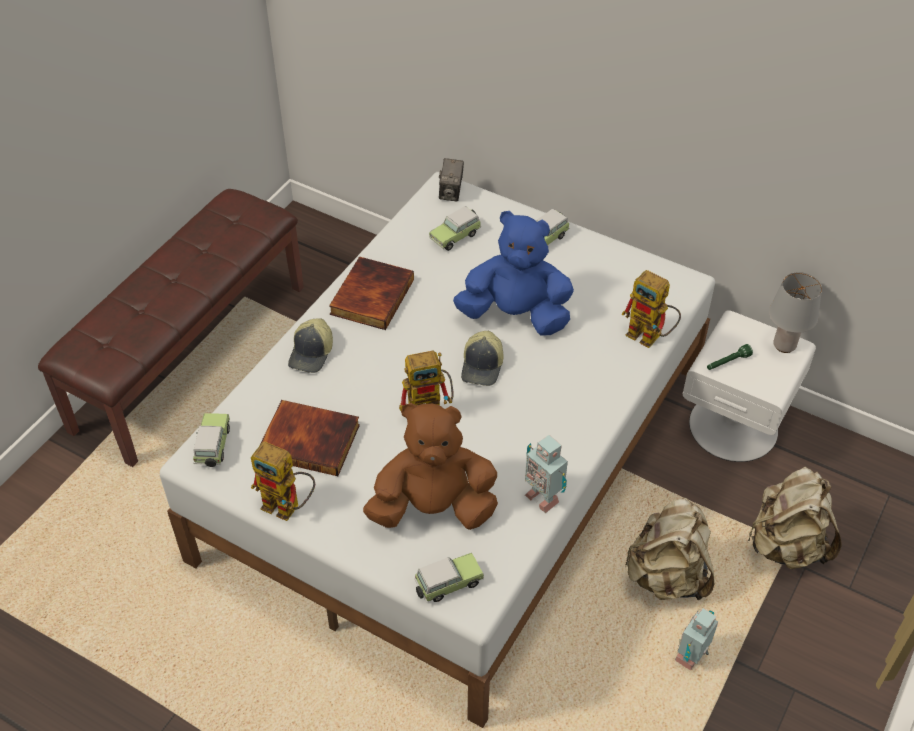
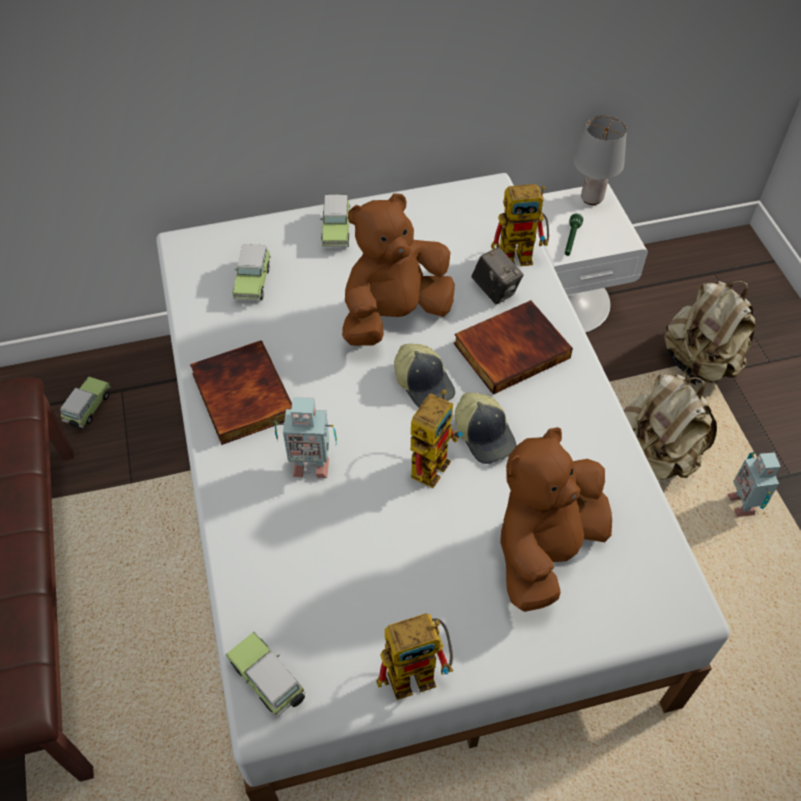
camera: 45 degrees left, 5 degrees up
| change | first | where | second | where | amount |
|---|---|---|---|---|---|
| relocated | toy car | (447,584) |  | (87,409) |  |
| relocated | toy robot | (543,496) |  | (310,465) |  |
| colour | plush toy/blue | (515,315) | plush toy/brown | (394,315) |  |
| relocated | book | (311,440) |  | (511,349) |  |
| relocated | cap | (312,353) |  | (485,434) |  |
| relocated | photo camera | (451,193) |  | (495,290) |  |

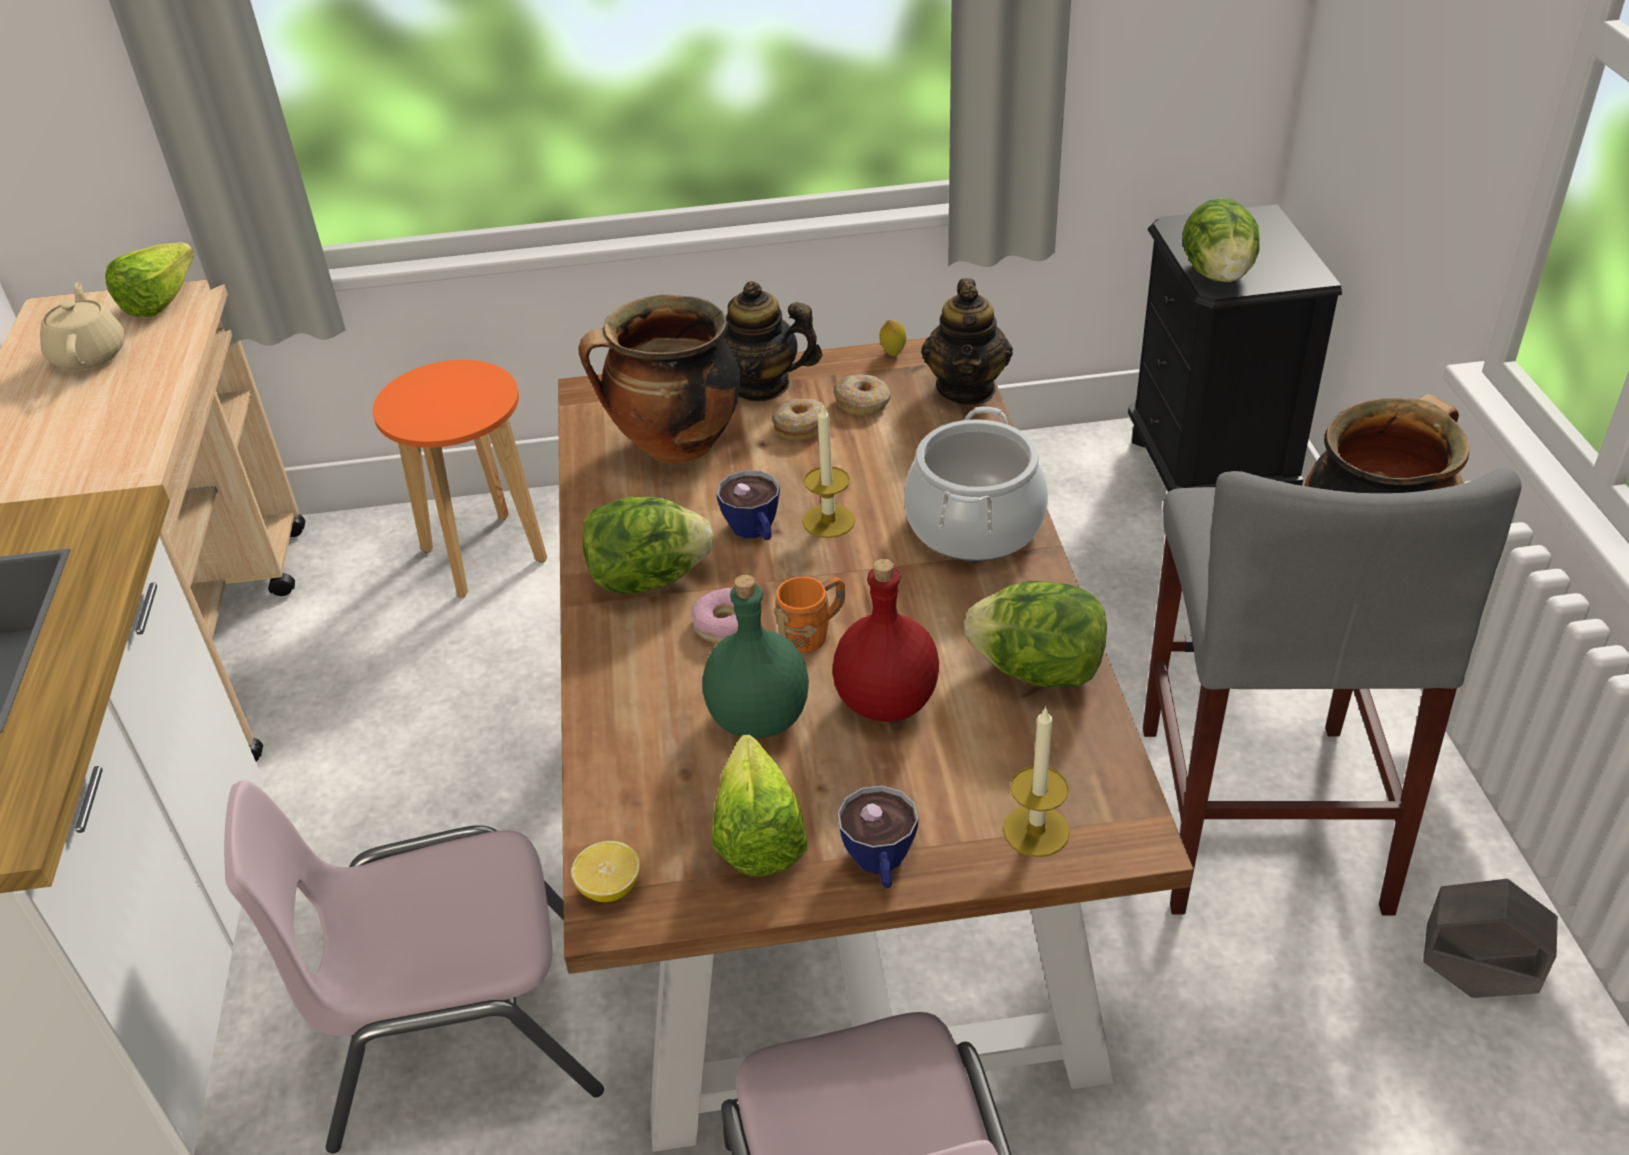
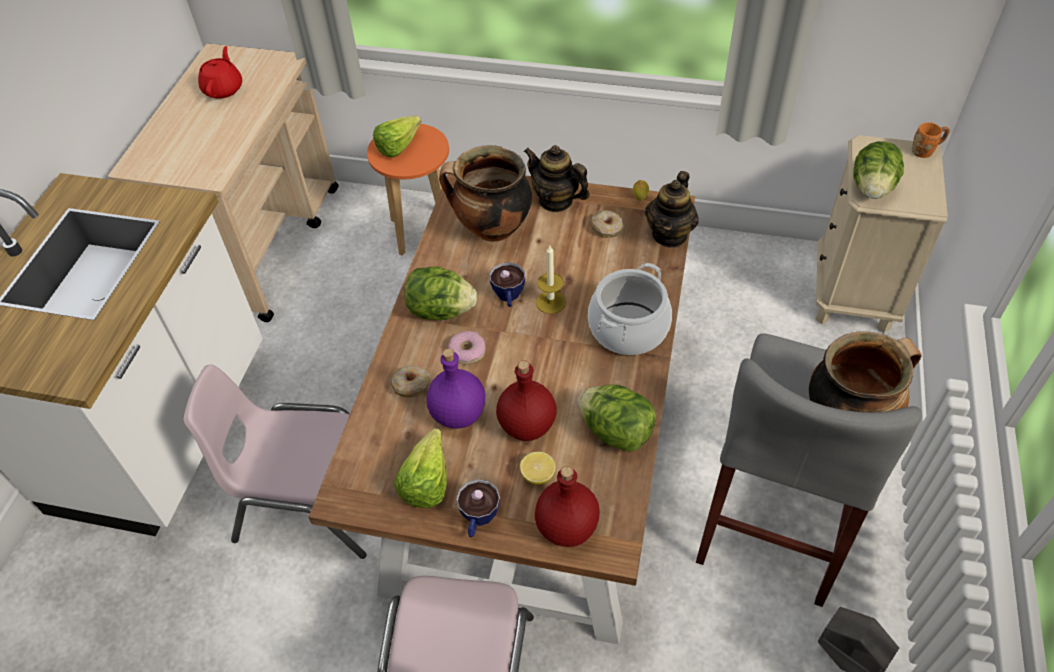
camera: 20 degrees right, 10 degrees up
| change | first | where | second | where | amount |
|---|---|---|---|---|---|
| colour | teapot/beige | (90,355) | teapot/red | (224,89) |  |
| relocated | lettuce | (167,298) |  | (402,145) |  |
| relocated | donut | (800,426) |  | (411,385) |  |
| colour | bottle/green | (757,718) | bottle/purple | (457,413) |  |
| relocated | lemon | (610,888) |  | (538,475) |  |
| exchanged | candle | (1036,830) | bottle/red | (566,528) |  |
| colour | nightstand/black | (1206,474) | nightstand/beige | (853,294) |  |
| relocated | mug/orange | (813,633) |  | (926,150) |  |

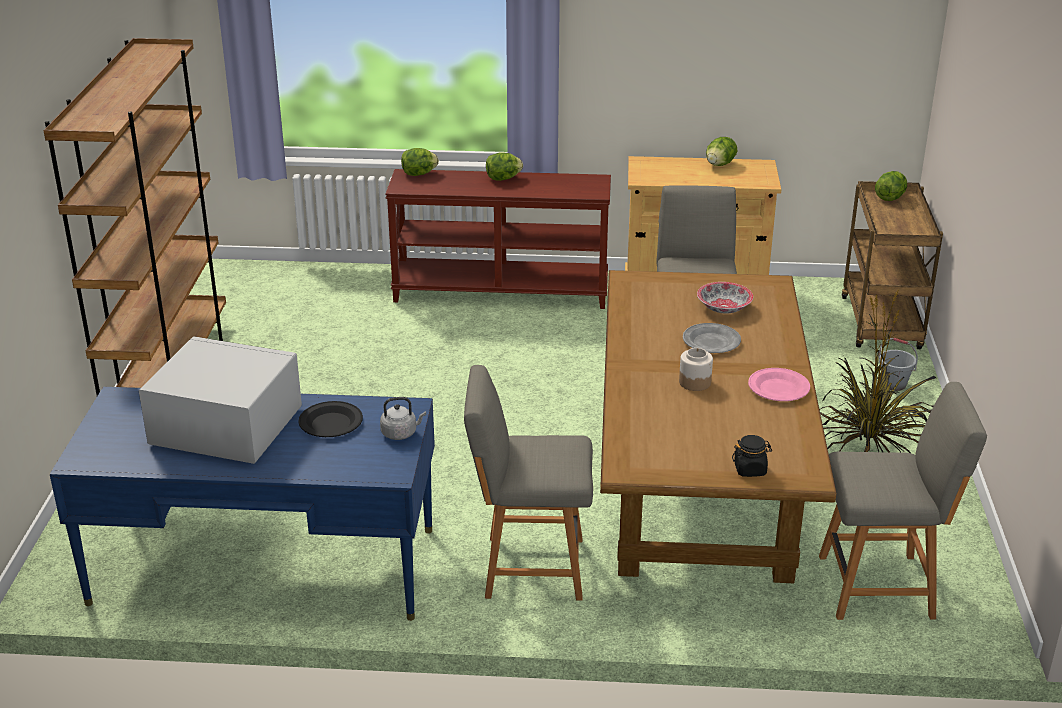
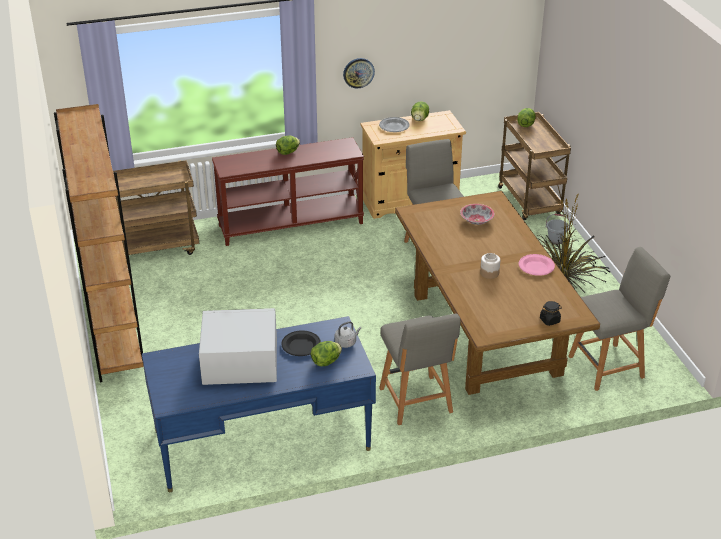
camera: 20 degrees left, 5 degrees up
| change | first | where | second | where | amount |
|---|---|---|---|---|---|
| appeared |  |  | cart/brown | (158,248) |  |
| relocated | lettuce | (419,174) |  | (326,362) |  |
| appeared |  |  | wall clock | (358,72) |  |
| relocated | plate/grey | (711,341) |  | (394,126) |  |
| spun | chair/grey | (529,567) |  | (416,402) | 90 degrees counterclockwise |

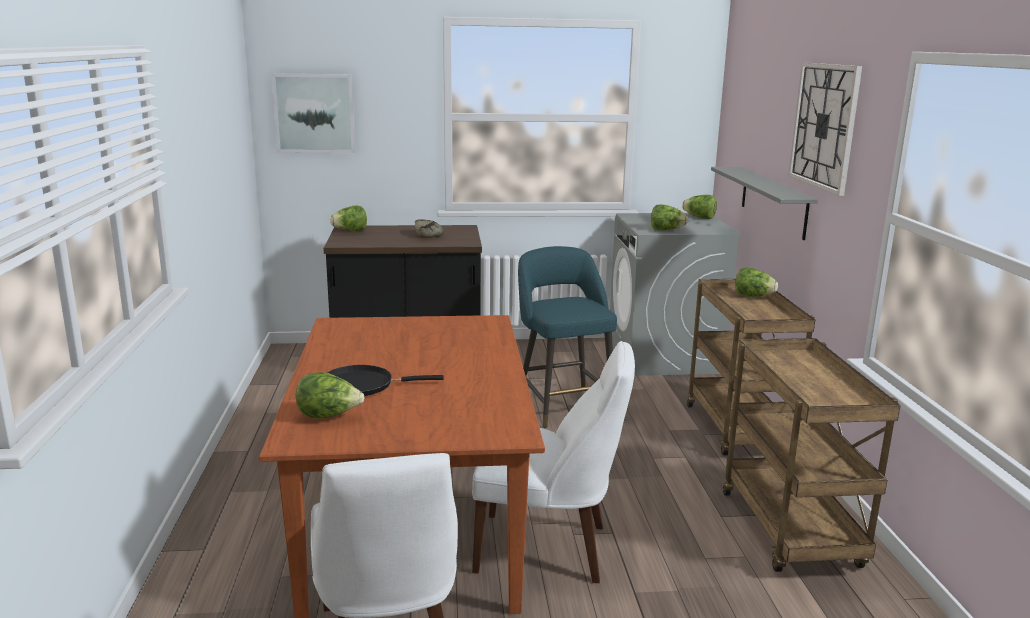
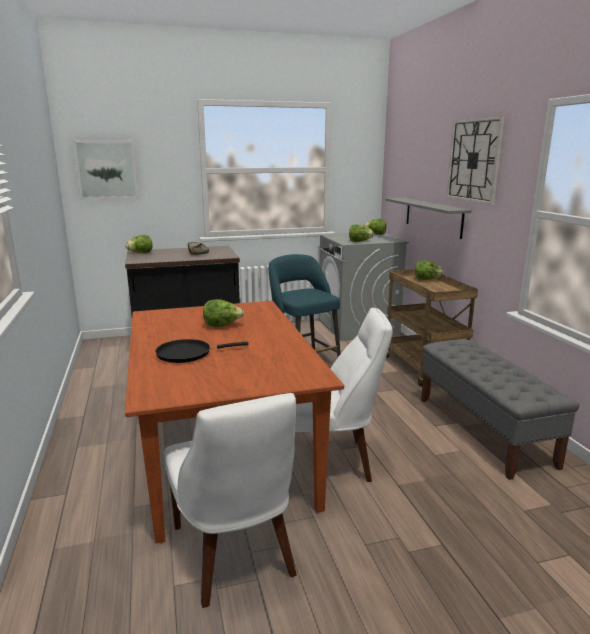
camera: 10 degrees left, 0 degrees up
| change | first | where | second | where | amount |
|---|---|---|---|---|---|
| relocated | lettuce | (329,416) |  | (222,326) |  |
| exchanged | cart/brown | (792,531) | bench/grey | (483,431) |  |

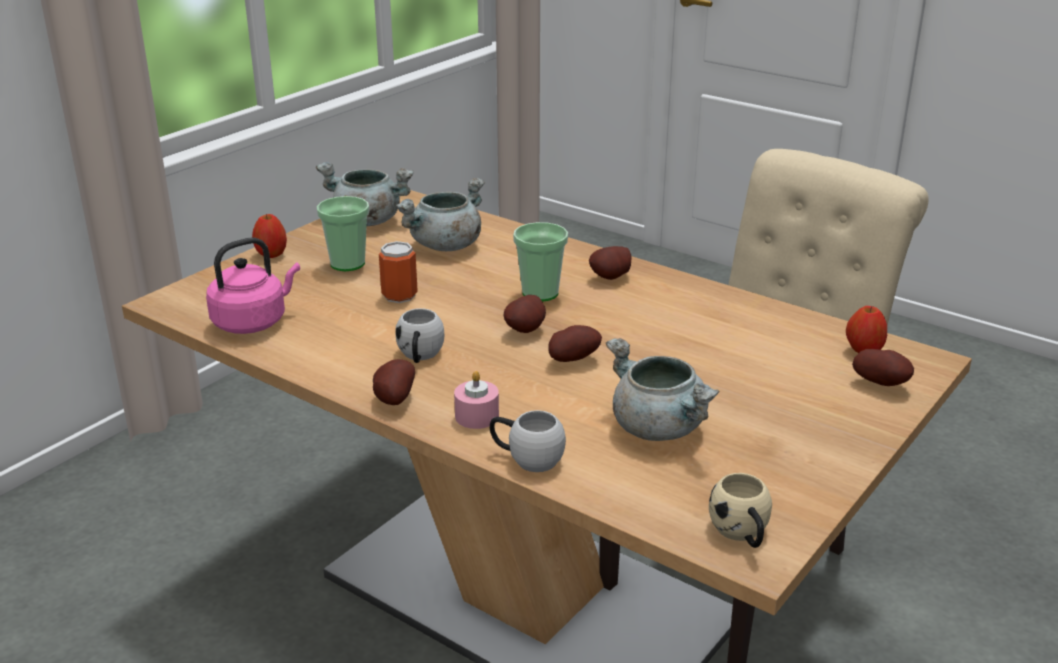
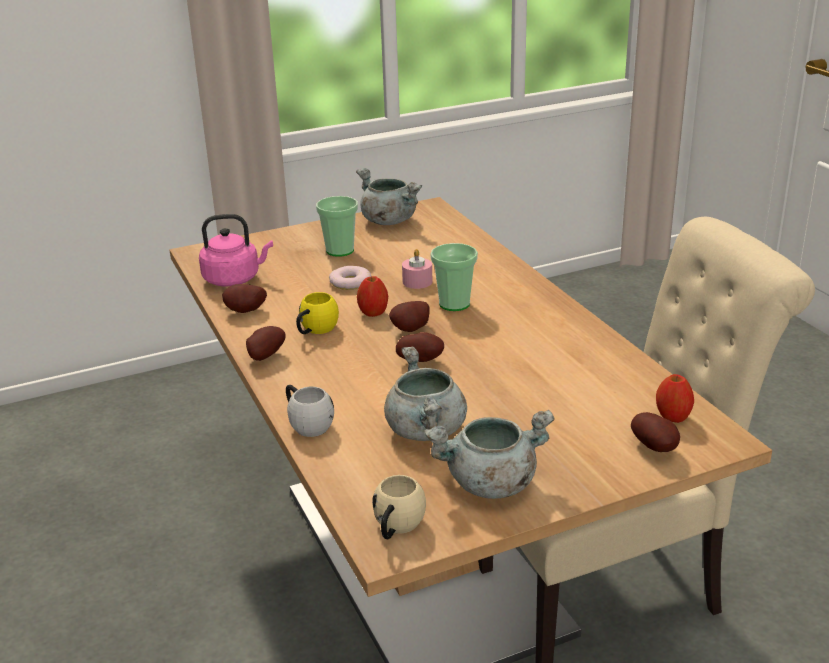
camera: 30 degrees right, 0 degrees up
| change | first | where | second | where | amount |
|---|---|---|---|---|---|
| relocated | potato | (612,278) |  | (245,312) |  |
| colour | mug/white | (419,356) | mug/yellow | (315,330) |  |
| exchanged | can | (399,295) | donut | (350,282) |  |
| relocated | apple | (271,254) |  | (373,312) |  |
| relocated | candle/pink | (477,416) |  | (417,282) |  |
| relocated | cooking pot/grey | (445,246) |  | (491,484) |  |

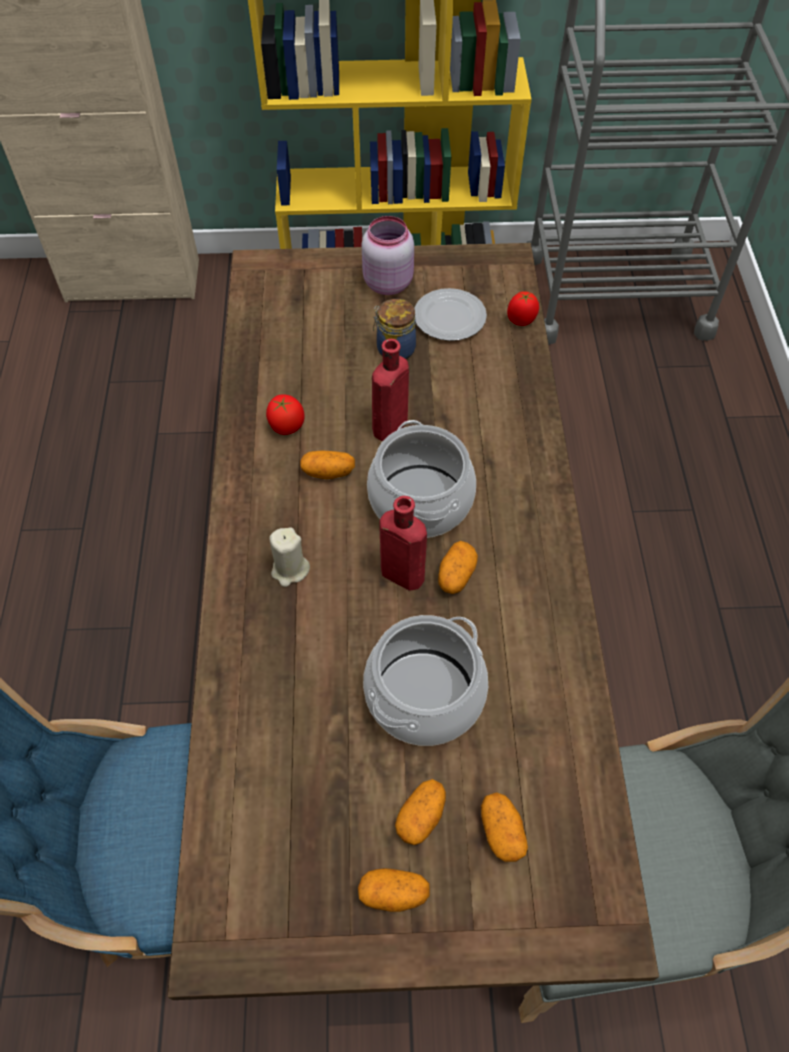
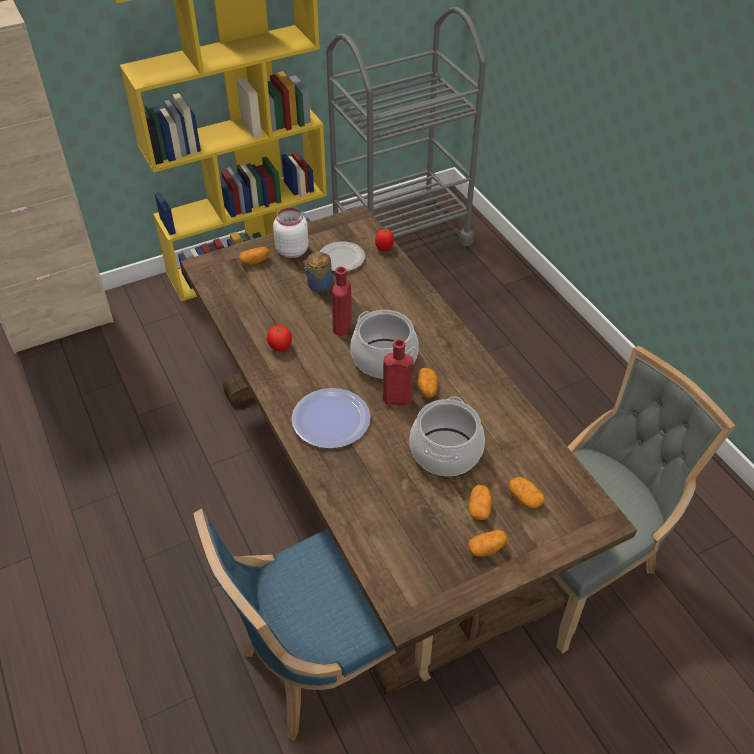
camera: 25 degrees left, 10 degrees down
| change | first | where | second | where | amount |
|---|---|---|---|---|---|
| relocated | potato | (328,472) |  | (255,261) |  |
| colour | jar/pink | (387,282) | jar/white | (291,250) |  |
| exchanged | candle/beige | (290,570) | plate | (331,419) |  |

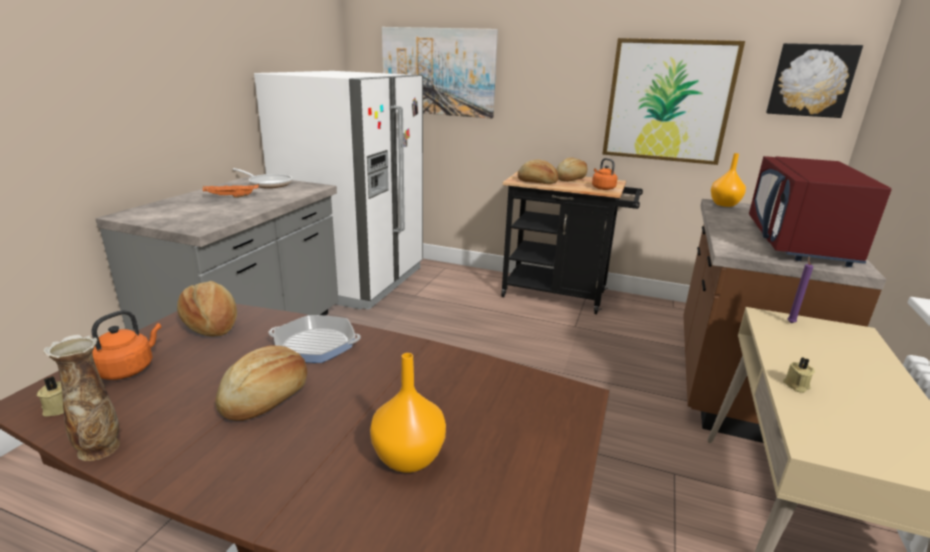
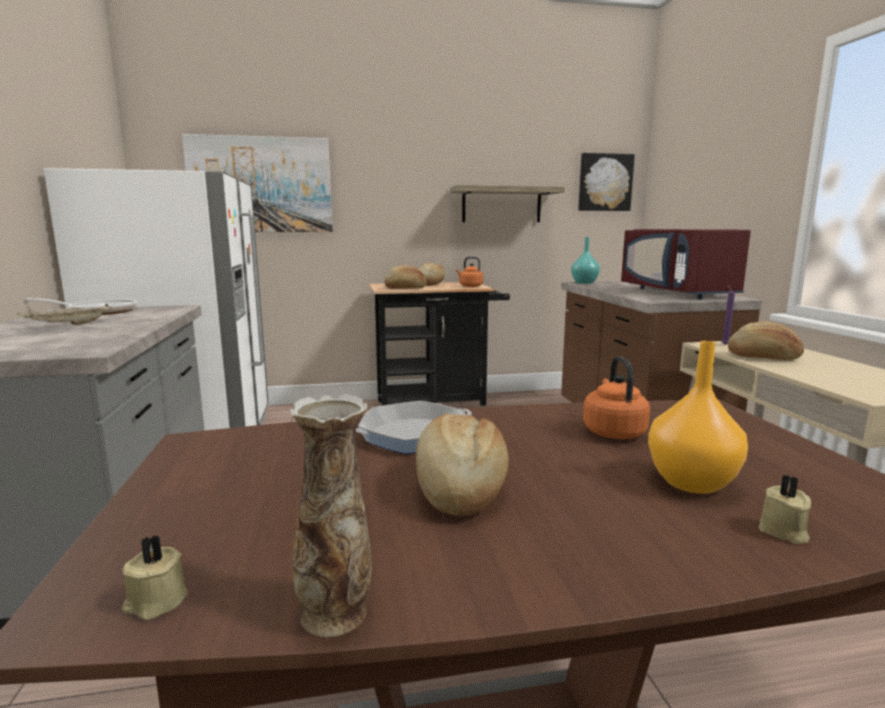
camera: 30 degrees left, 10 degrees down
| change | first | where | second | where | amount |
|---|---|---|---|---|---|
| colour | tray/orange | (231,197) | tray/beige | (68,325) |  |
| exchanged | picture | (668,101) | shelf | (501,205) |  |
| colour | vase/orange | (725,204) | vase/turquoise | (584,283) |  |
| relocated | kettle/orange | (128,369) |  | (613,431) |  |
| relocated | bread | (211,323) |  | (763,357) |  |
| relocated | candle/beige | (796,385) |  | (783,531) |  |

